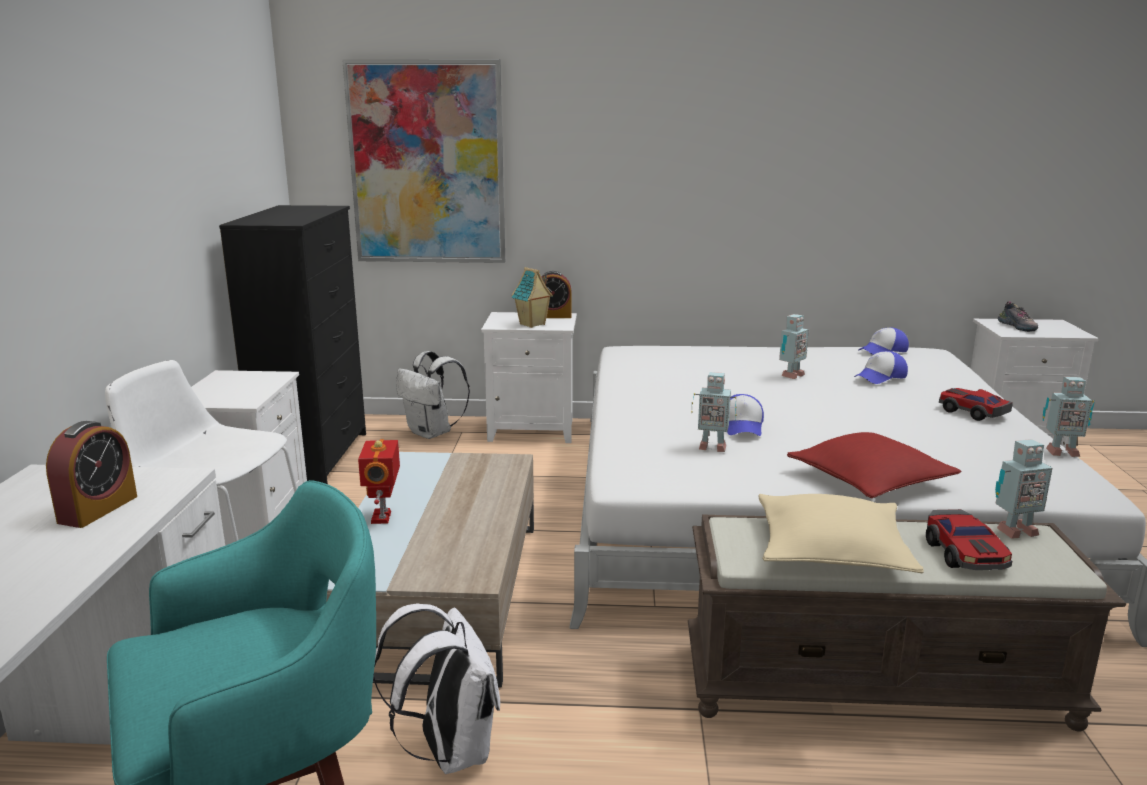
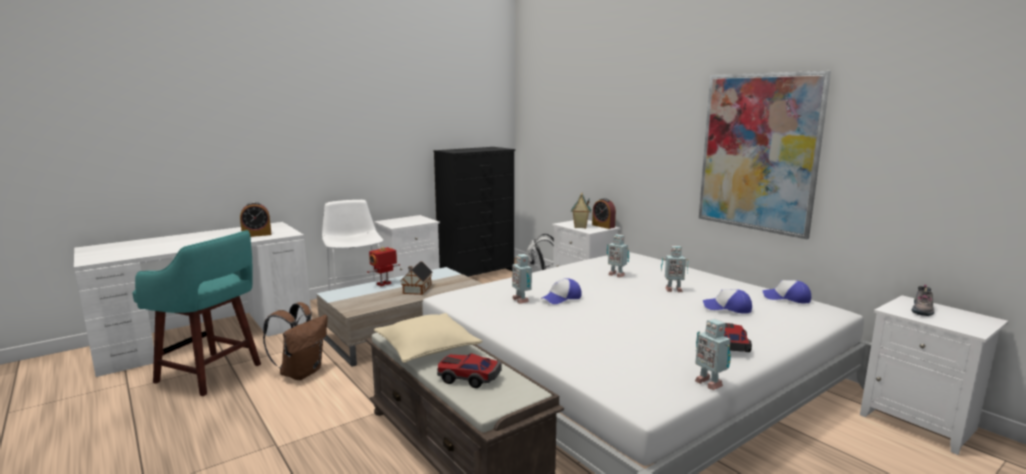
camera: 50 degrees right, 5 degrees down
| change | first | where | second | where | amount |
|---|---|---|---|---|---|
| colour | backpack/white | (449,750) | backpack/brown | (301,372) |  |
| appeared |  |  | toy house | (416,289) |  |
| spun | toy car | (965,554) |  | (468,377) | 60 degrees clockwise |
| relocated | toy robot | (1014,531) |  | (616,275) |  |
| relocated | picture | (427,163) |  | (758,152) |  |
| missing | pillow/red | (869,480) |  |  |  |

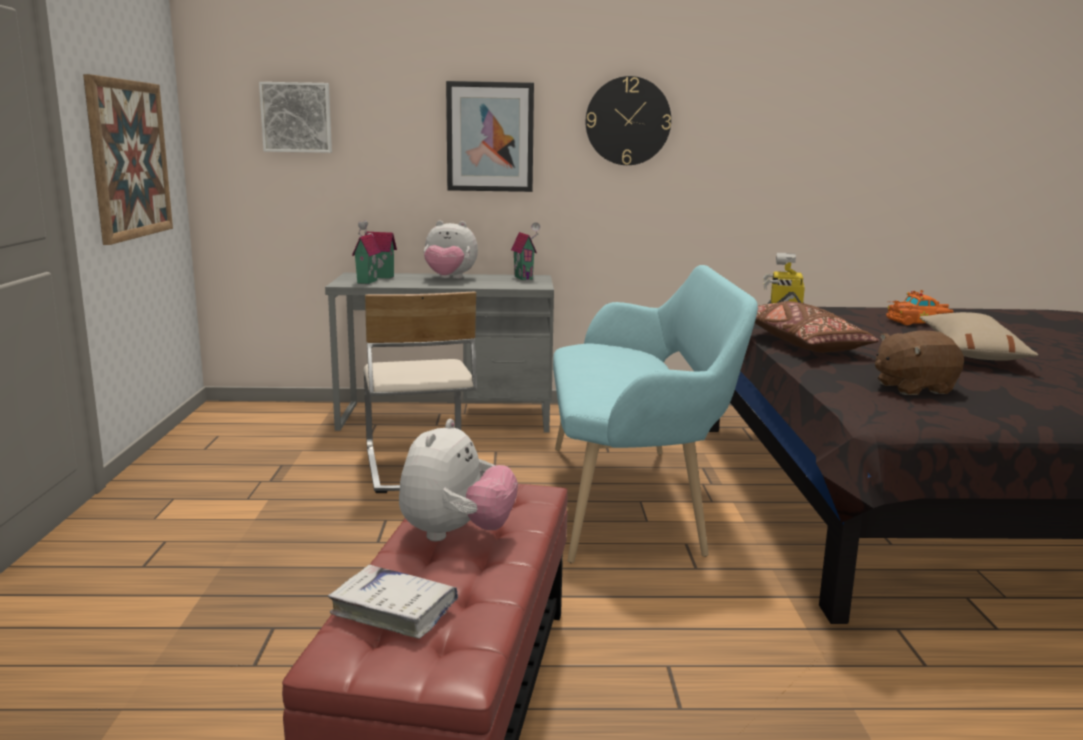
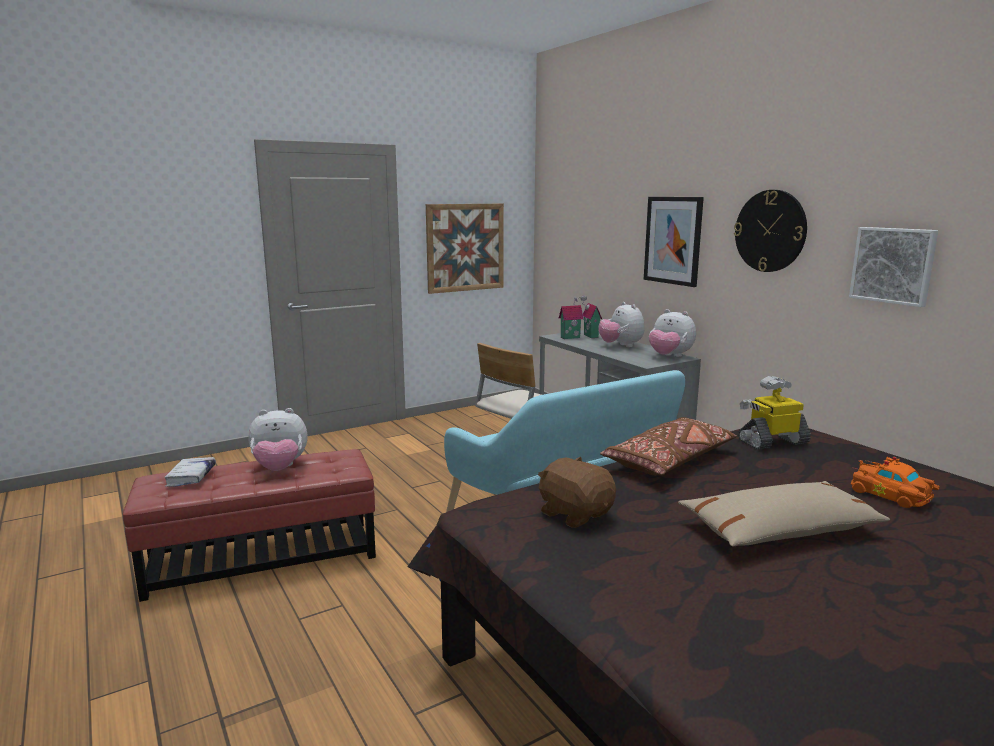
camera: 60 degrees right, 0 degrees up
| change | first | where | second | where | amount |
|---|---|---|---|---|---|
| exchanged | toy house | (525,278) | plush toy | (669,356) |  |
| relocated | picture | (297,117) |  | (893,265) |  |

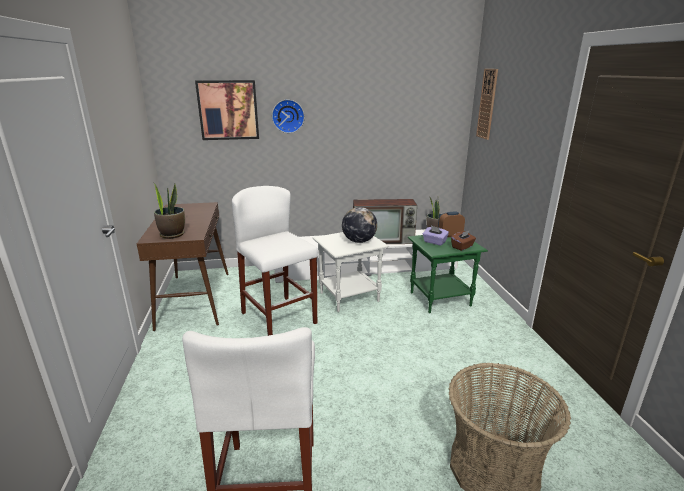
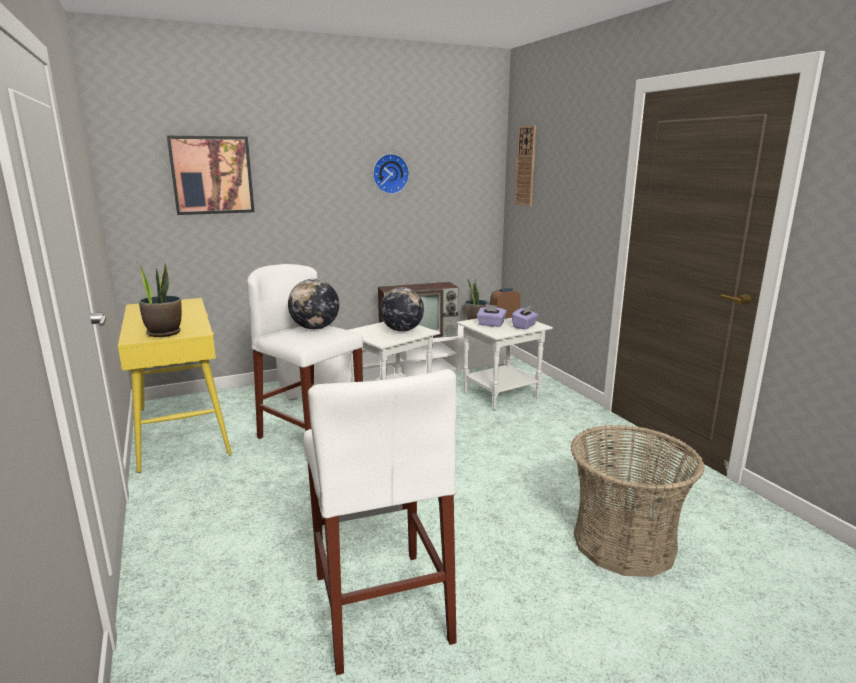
camera: 15 degrees left, 5 degrees down
| change | first | where | second | where | amount |
|---|---|---|---|---|---|
| colour | console table/brown | (194,299) | console table/yellow | (182,430) |  |
| appeared |  |  | globe | (315,328) |  |
| relocated | wall clock | (288,116) |  | (390,173) |  |
| colour | side table/green | (439,299) | side table/white | (500,395) |  |
| colour | tissue box/brown | (462,247) | tissue box/purple | (524,326) |  |

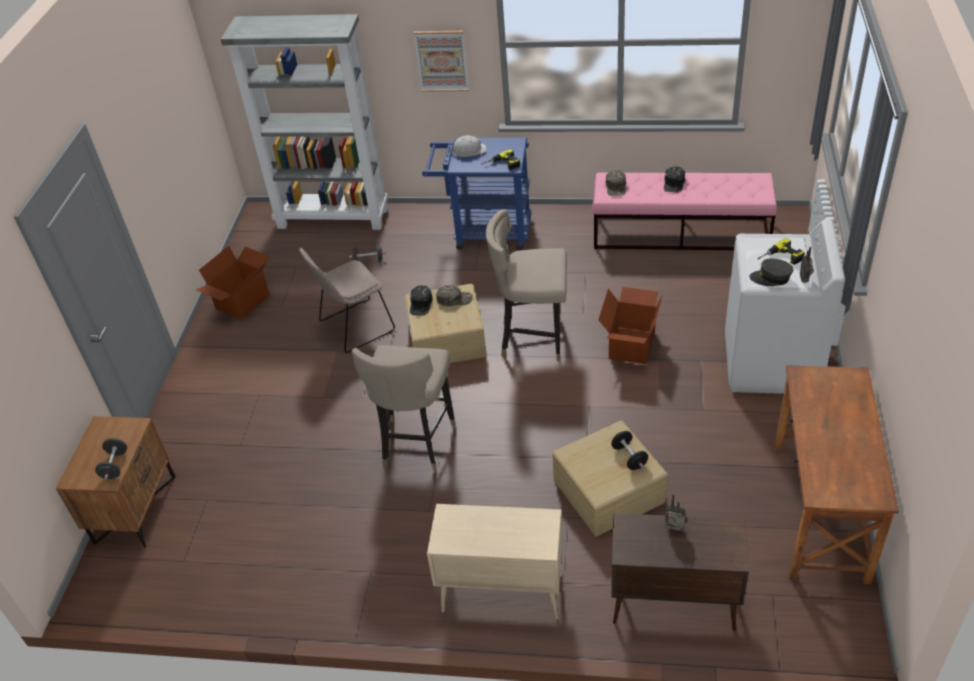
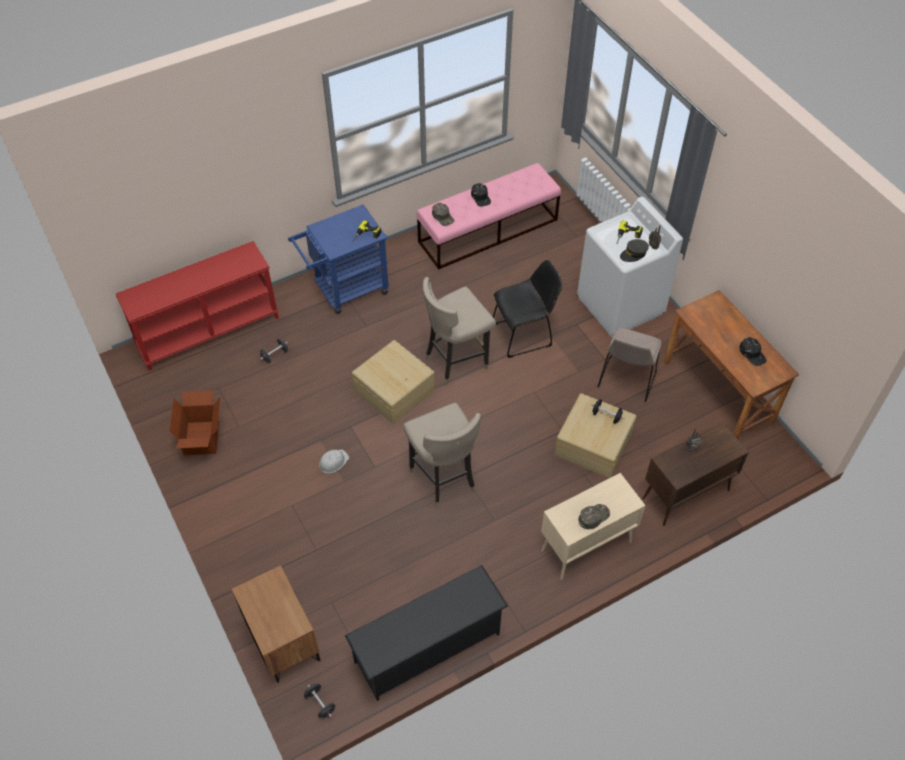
camera: 40 degrees left, 10 degrees up
| change | first | where | second | where | amount |
|---|---|---|---|---|---|
| exchanged | bookcase/grey | (333,217) | console table/red | (208,330) |  |
| relocated | dumbbell/black | (115,466) |  | (320,704) |  |
| relocated | hard hat/white | (468,150) |  | (333,462) |  |
| appeared |  |  | shoe rack/black | (428,648) |  |
| exchanged | cardboard box | (630,345) | chair/black | (524,334) |  |
| relocated | cap/green | (454,299) |  | (593,516) |  |
| relocated | chair/beige | (354,327) |  | (626,380) |  |
| relocated | cap/black | (421,304) |  | (752,353) |  |
| missing | picture | (441,60) |  |  |  |

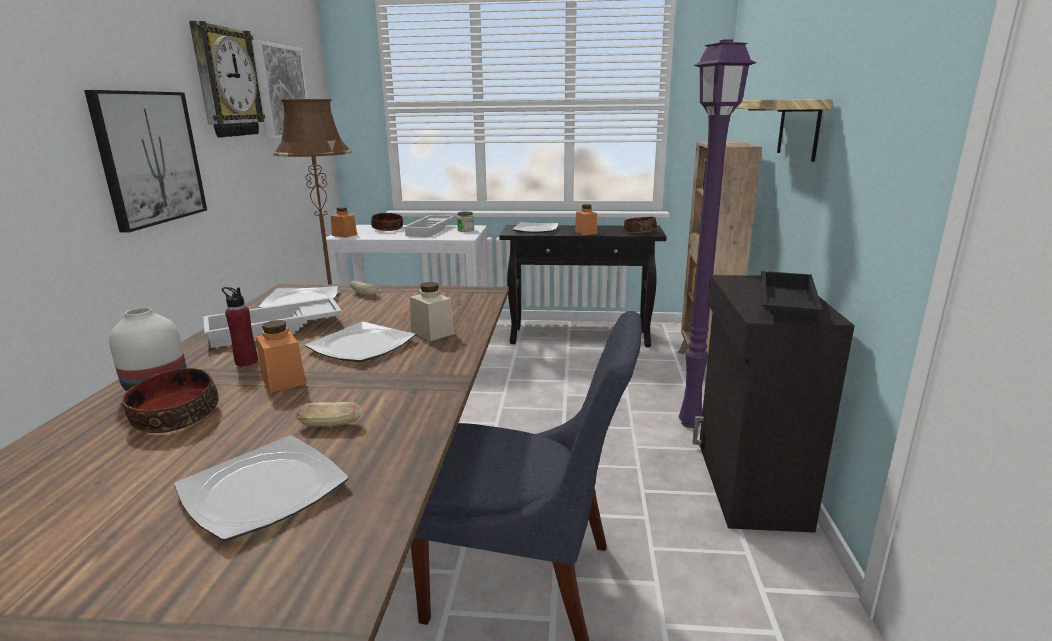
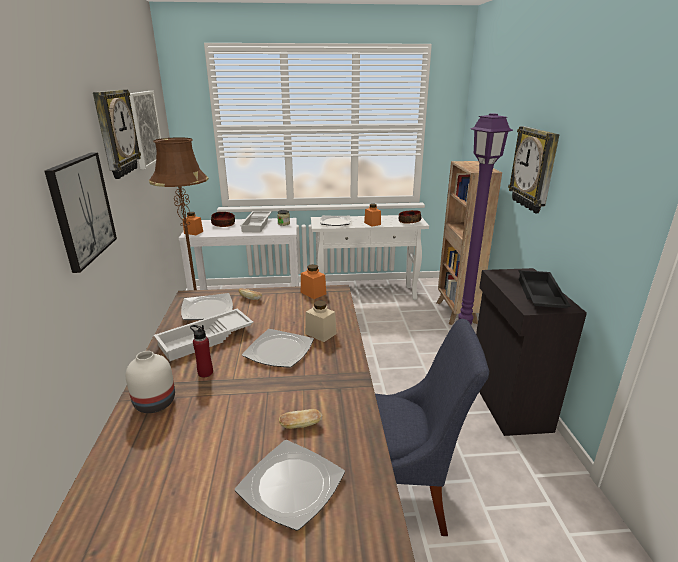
camera: 10 degrees left, 5 degrees up
| change | first | where | second | where | amount |
|---|---|---|---|---|---|
| relocated | jar/orange | (283,380) |  | (313,293) |  |
| colour | console table/black | (581,337) | console table/white | (367,294) |  |
| exchanged | shelf | (799,128) | wall clock | (534,169) |  |
| missing | bowl | (175,416) |  |  |  |

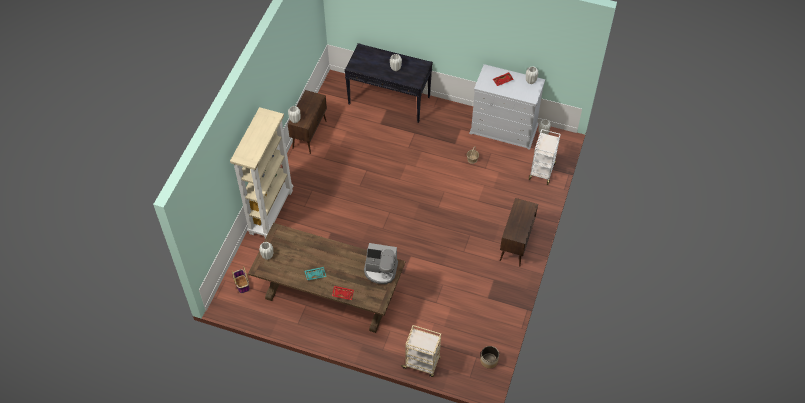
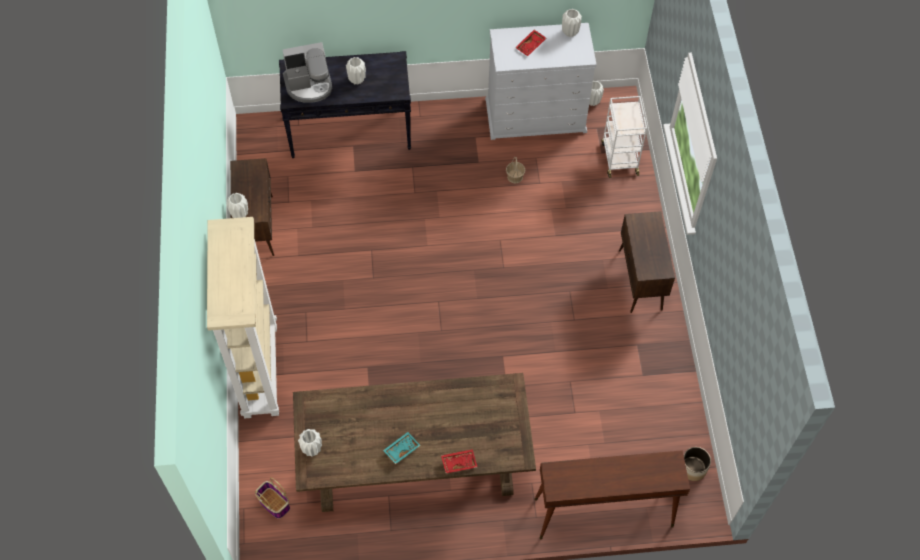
camera: 25 degrees left, 5 degrees up
| change | first | where | second | where | amount |
|---|---|---|---|---|---|
| relocated | coffee machine | (380,270) |  | (309,85) |  |
| exchanged | cart/beige | (422,363) | console table/brown | (602,513) |  |

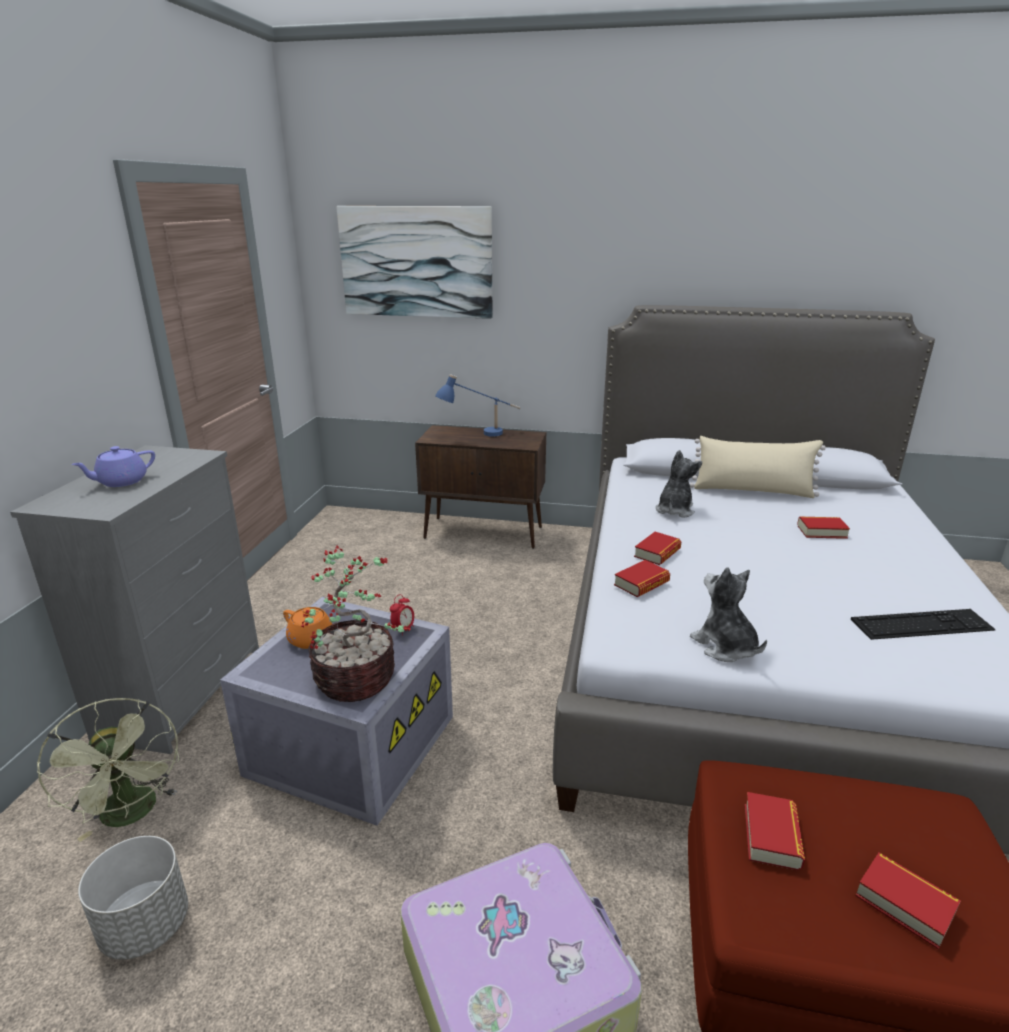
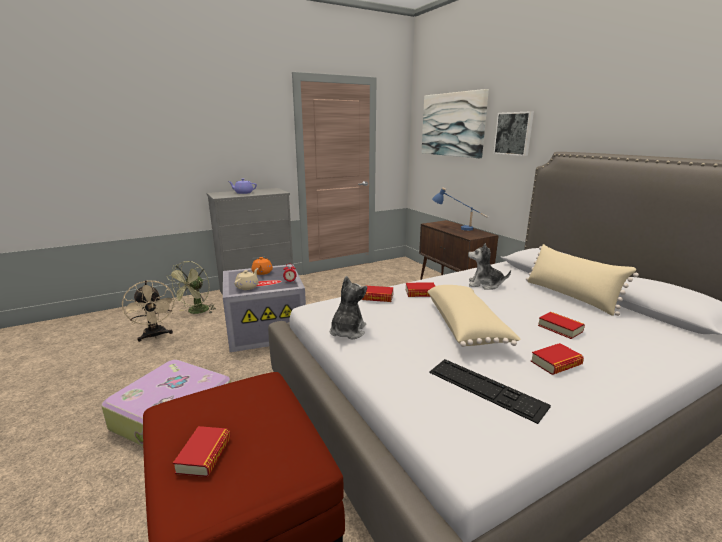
camera: 50 degrees right, 5 degrees down
| change | first | where | second | where | amount |
|---|---|---|---|---|---|
| exchanged | planter/grey | (145,925) | fan/beige | (155,336) |  |
| exchanged | potted plant | (358,679) | teapot/beige | (247,287) |  |
| appeared |  |  | pillow/beige | (466,327) |  |
| spun | plush toy | (674,510) |  | (485,284) | 150 degrees counterclockwise |
| appeared |  |  | picture | (514,133) |  |
| relocated | book | (771,836) |  | (556,363) |  |

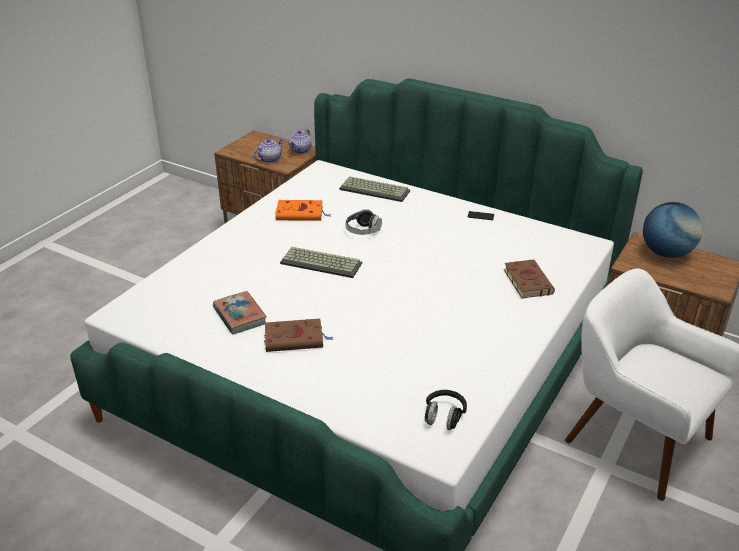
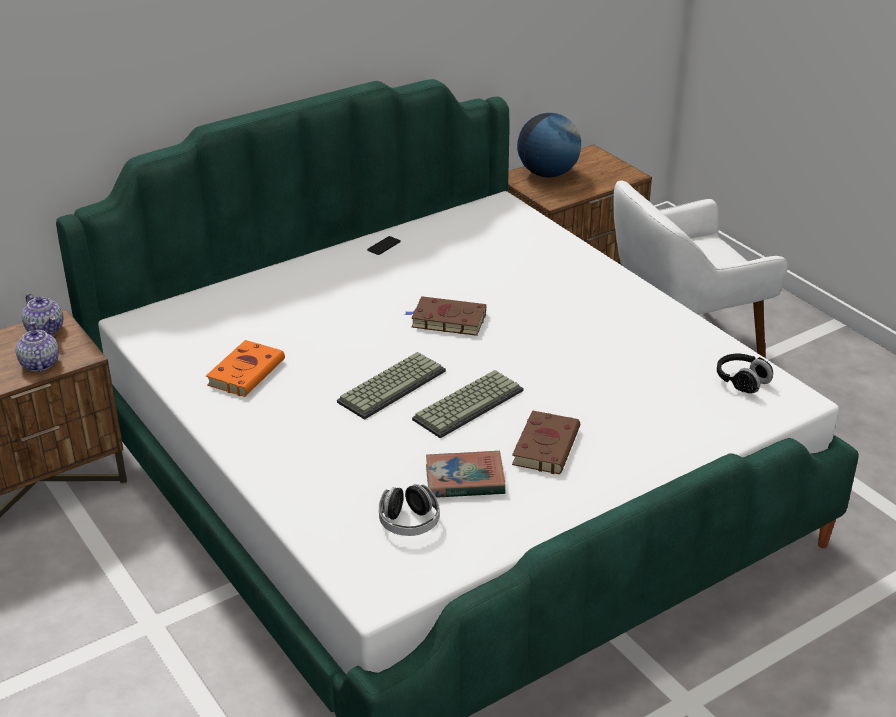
camera: 65 degrees left, 0 degrees up
| change | first | where | second | where | amount |
|---|---|---|---|---|---|
| relocated | headphones | (363,231) |  | (409,523) |  |
| relocated | book/brown | (527,281) |  | (446,320) |  |
| relocated | keyboard | (375,190) |  | (468,403) |  |

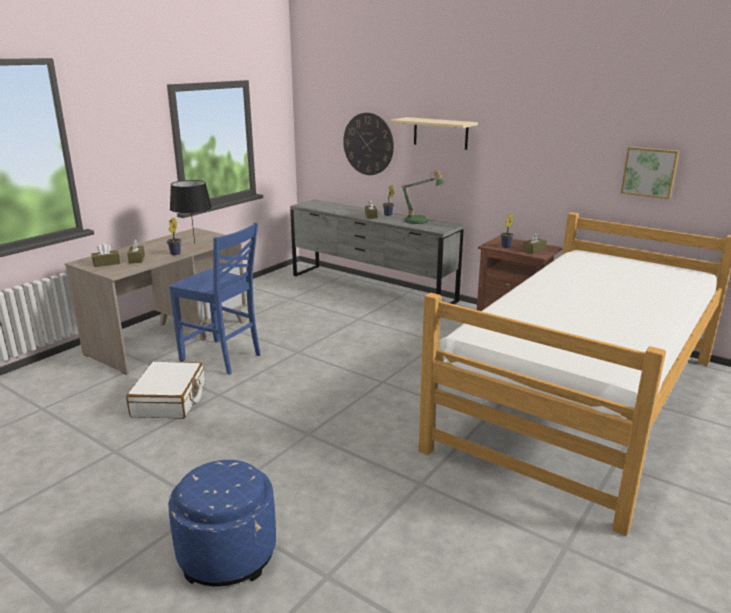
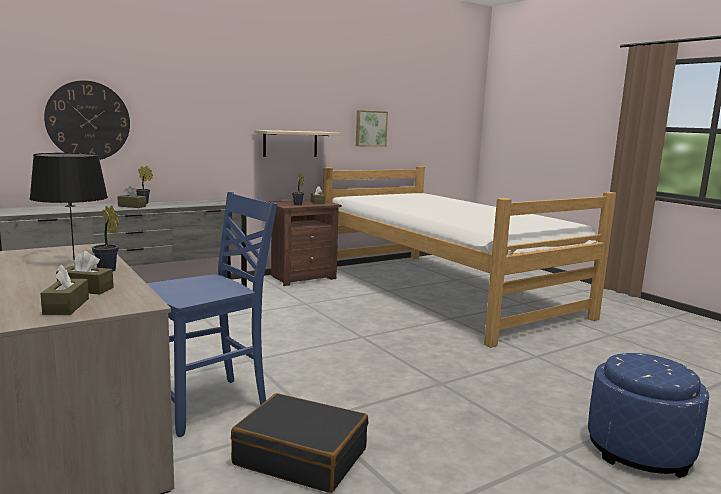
camera: 70 degrees left, 10 degrees down
| change | first | where | second | where | amount |
|---|---|---|---|---|---|
| colour | suitcase/white | (169,400) | suitcase/black | (301,456) |  |
| relocated | shelf/beige | (440,133) |  | (290,143) |  |
| missing | table lamp | (420,221) |  |  |  |

